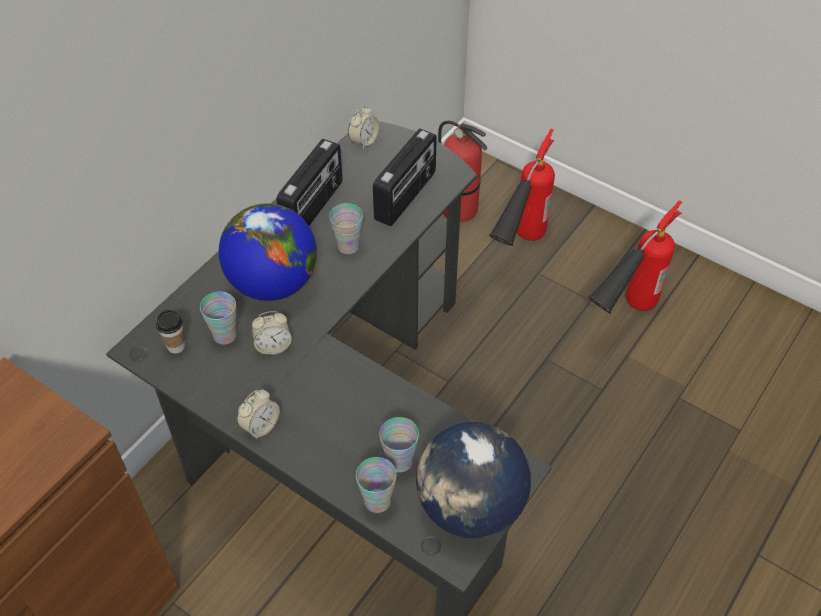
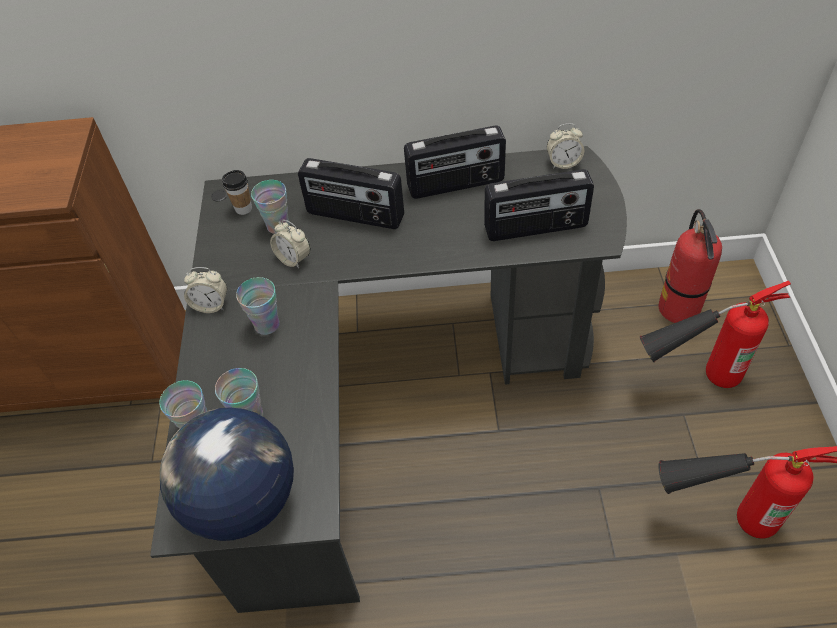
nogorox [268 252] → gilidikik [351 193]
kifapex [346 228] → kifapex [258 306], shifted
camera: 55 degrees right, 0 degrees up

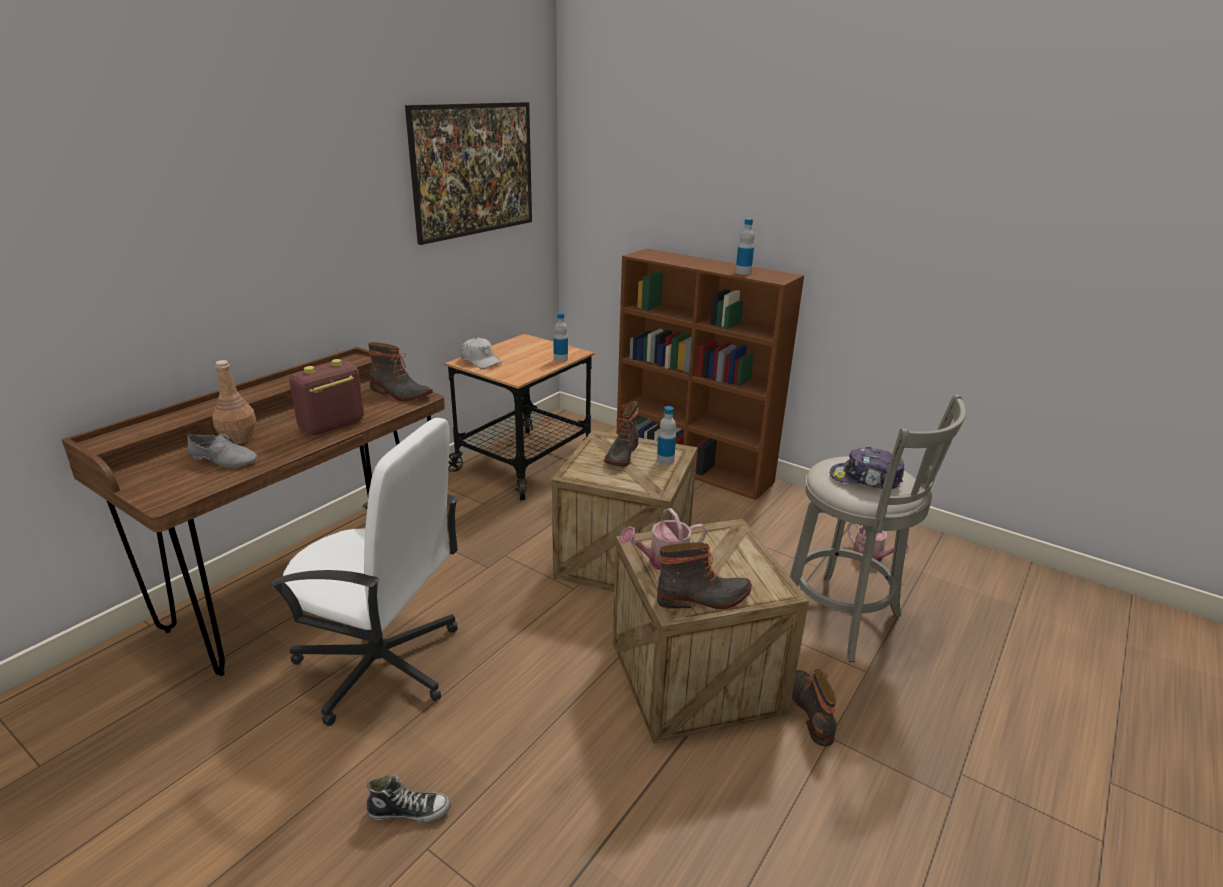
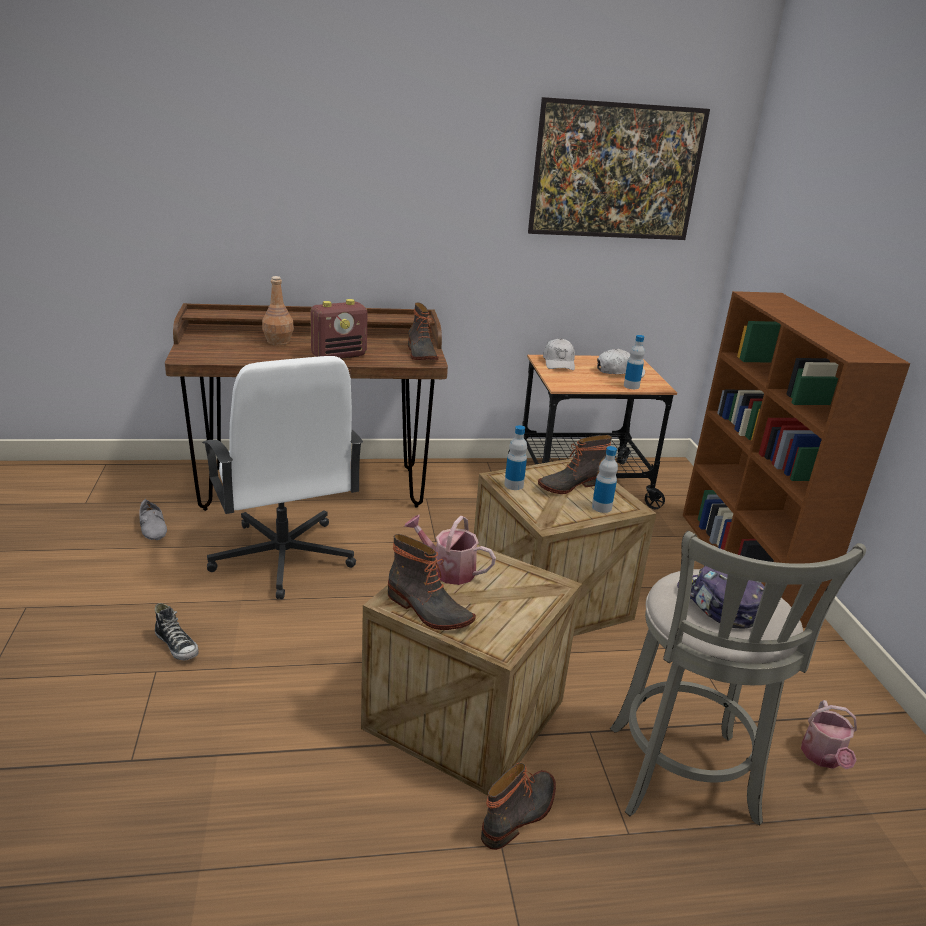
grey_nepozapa [222 450] → grey_nepozapa [153 519], shifted
gilidikik [326 397] → gilidikik [339 329], 150 degrees clockwise
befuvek [745 247] → befuvek [515 457], shifted
- → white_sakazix [621 363]
camera: 45 degrees right, 0 degrees up

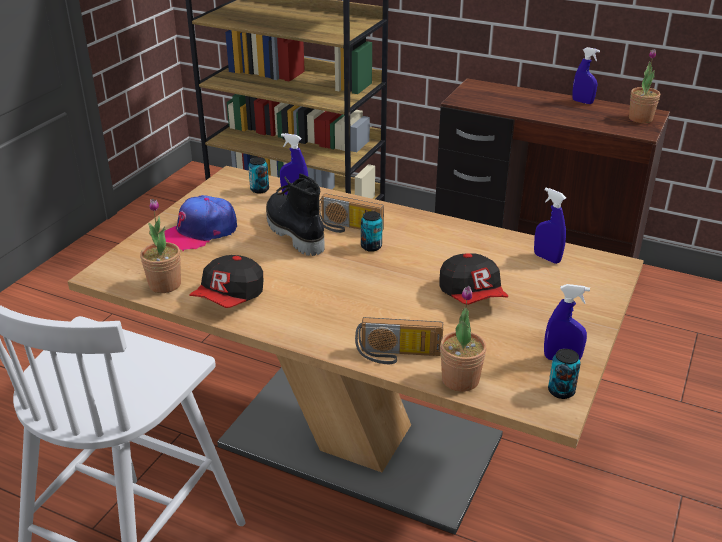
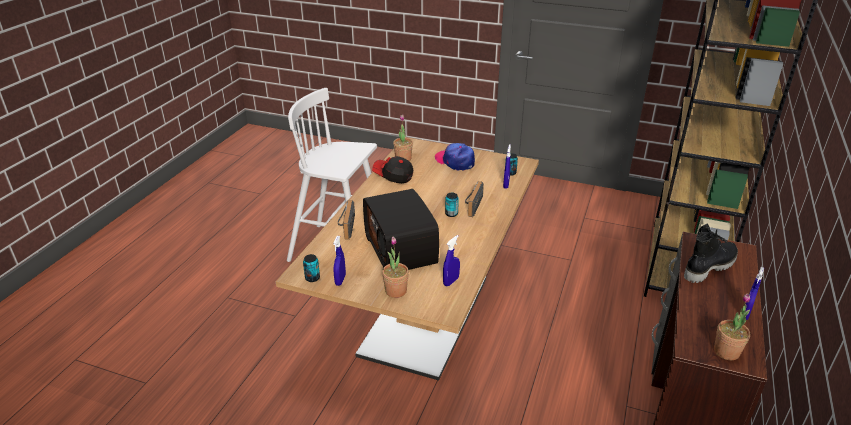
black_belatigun [295 215] → black_belatigun [711 253], shifted
sakazix [474 279] → gilidikik [401 229]
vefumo [463 339] → vefumo [395 267], shifted
camera: 85 degrees right, 0 degrees up

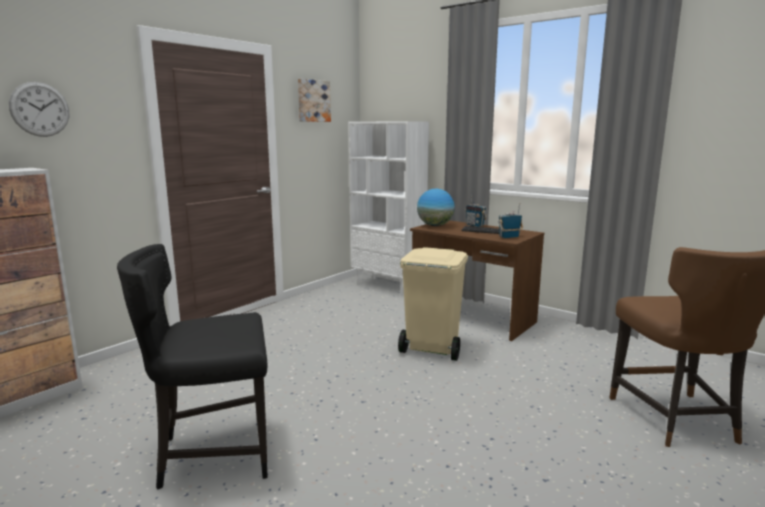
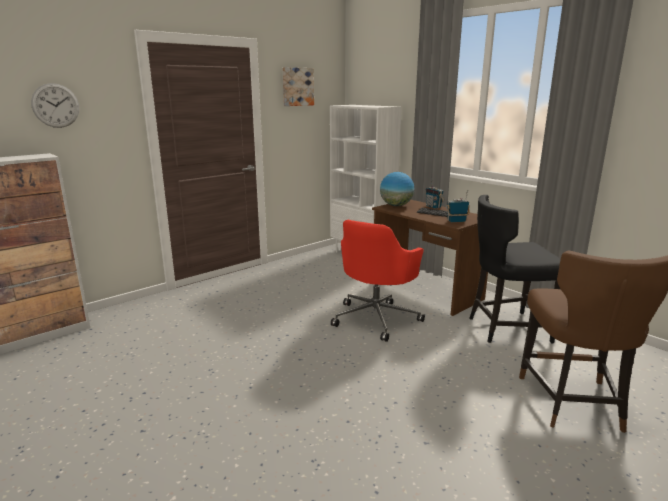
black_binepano [192 367] → black_binepano [515 269], shifted
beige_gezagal [433 304] → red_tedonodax [378 281]
camera: 10 degrees right, 5 degrees up

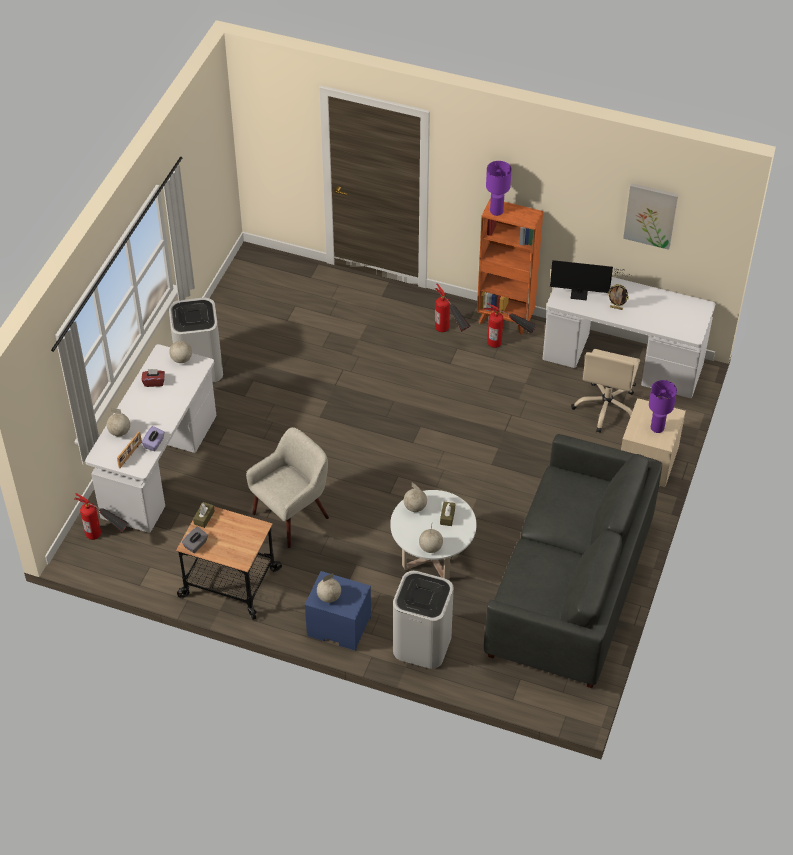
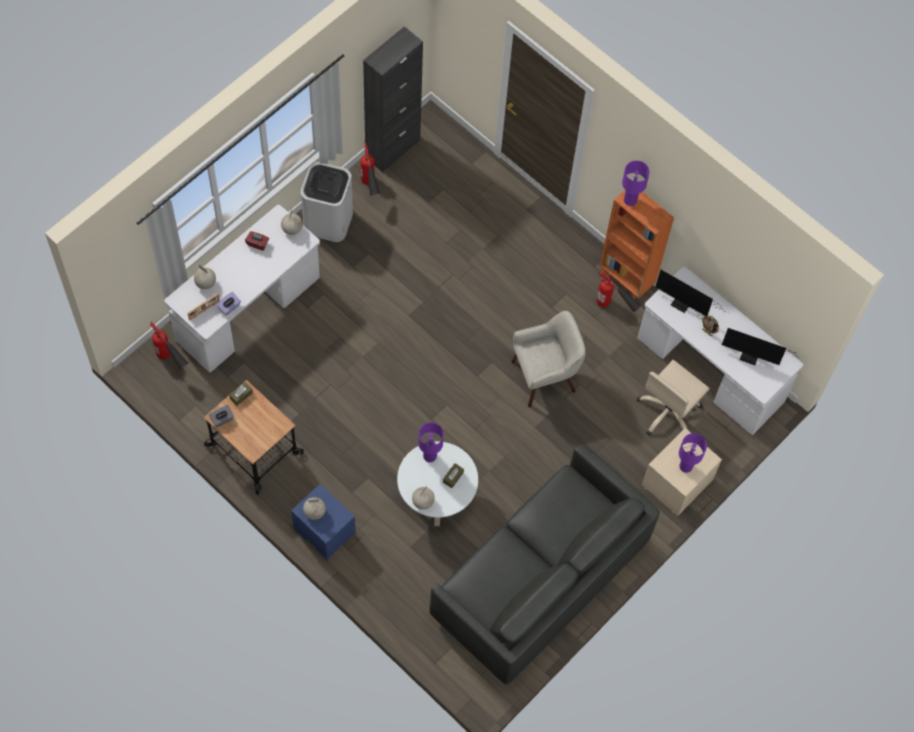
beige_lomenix [287 487] → beige_lomenix [548 359], shifted
white_gezagal [423 620] → -
nogorox [415 497] → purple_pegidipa [431 442]
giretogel [452 307] → giretogel [370 169], shifted
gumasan [650 216] → -
- → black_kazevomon [393 99]
- → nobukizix [763 346]
camera: 20 degrees right, 15 degrees up

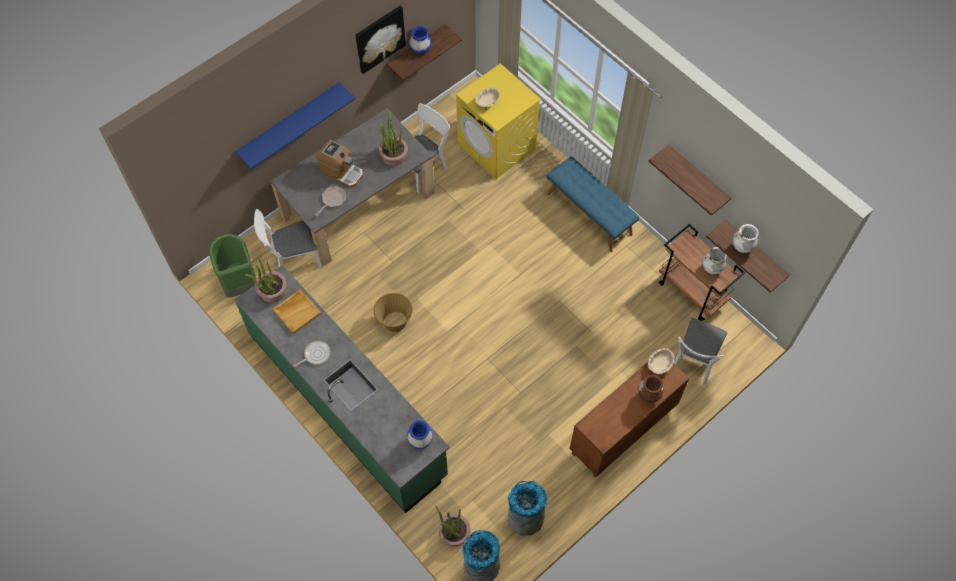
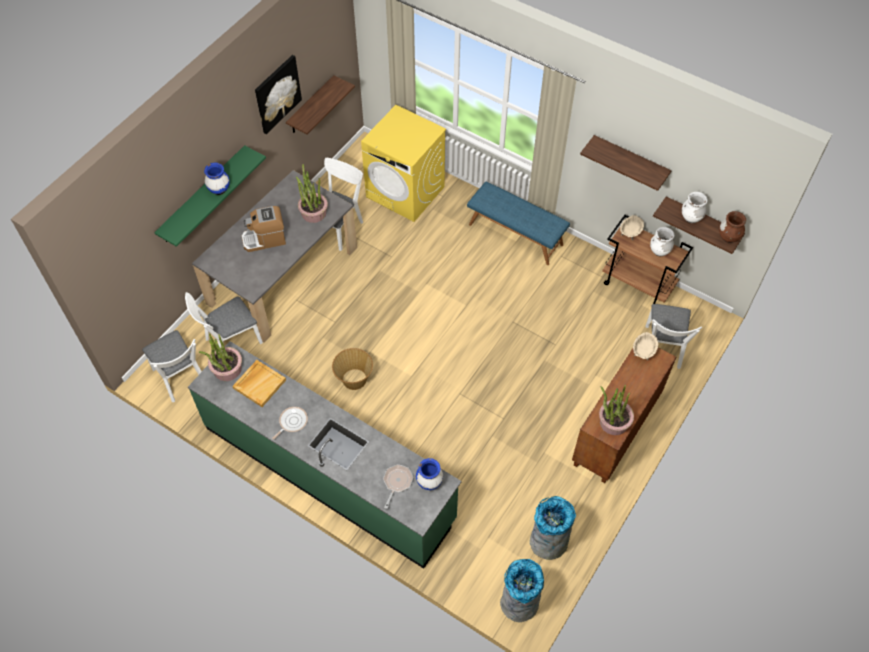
green_gezagal [233 266] → white_binepano [172 366]
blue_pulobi [295 125] → green_pulobi [210 196]
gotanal [330 201] → gotanal [398 486], shifted
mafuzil [339 163] → mafuzil [264 229], 150 degrees clockwise
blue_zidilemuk [420 40] → blue_zidilemuk [217 179], shifted
vefumo [453 526] → vefumo [616 410], shifted
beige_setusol [487 98] → beige_setusol [632 227], shifted
brown_zidilemuk [651 389] → brown_zidilemuk [732 227], shifted
camera: 15 degrees left, 5 degrees down

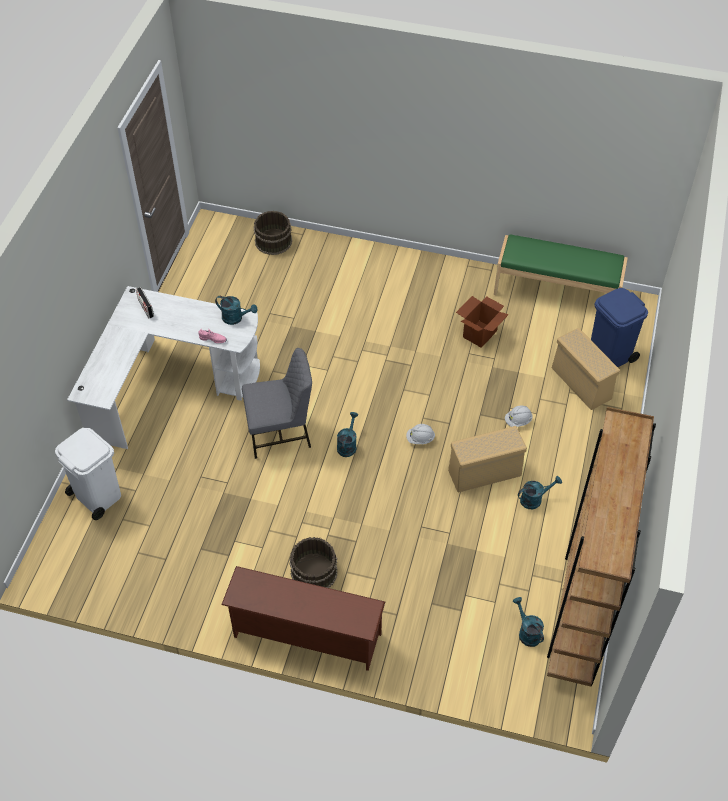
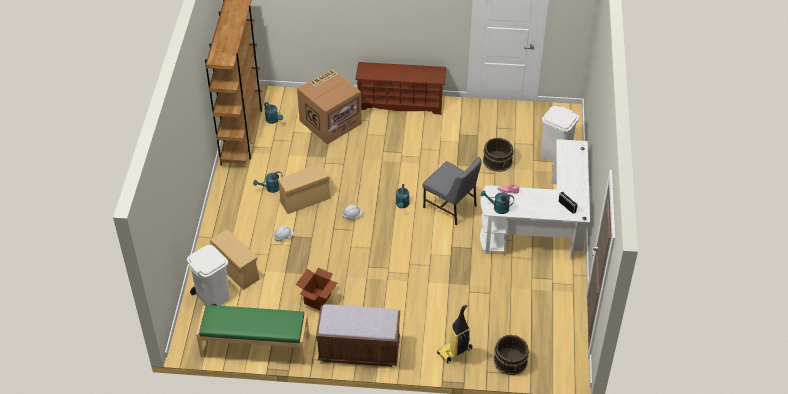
grey_binepano [277 403] → grey_binepano [452 191], 120 degrees counterclockwise
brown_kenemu [314 562] → brown_kenemu [498 155], shifted
blue_gezagal [619 327] → white_gezagal [208 275]
- → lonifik [329 106]
- → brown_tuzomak [358 335]
- → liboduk [454 334]
camera: 170 degrees right, 5 degrees down

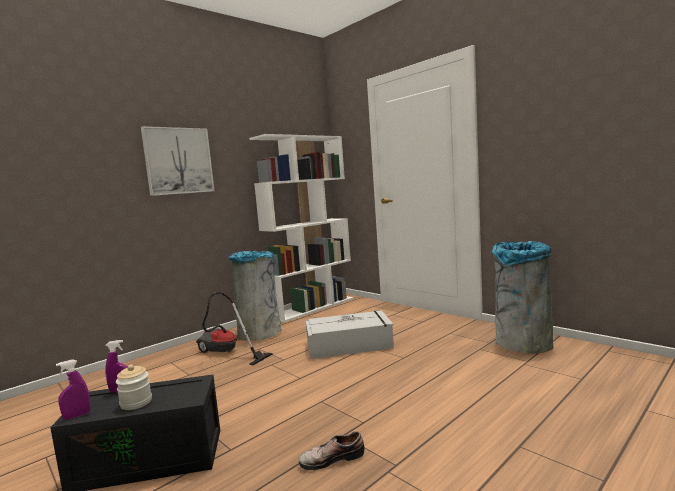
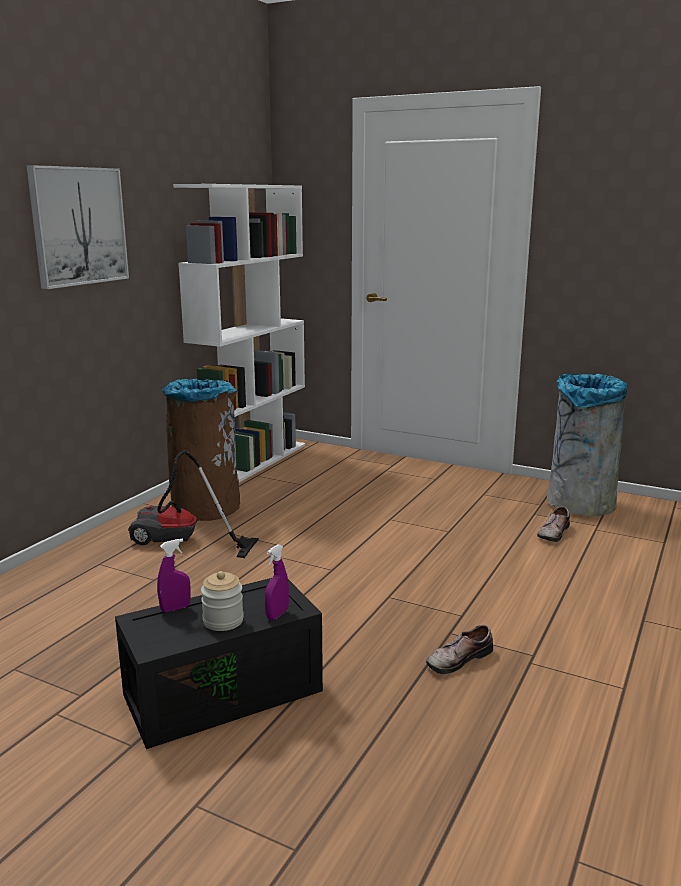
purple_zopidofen [73 389] → purple_zopidofen [277 582], shifted
grey_gezagal [255 296] → brown_gezagal [201 450]
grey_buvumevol [350 334] → -
- → nepozapa [553 524]
camera: 20 degrees left, 10 degrees up

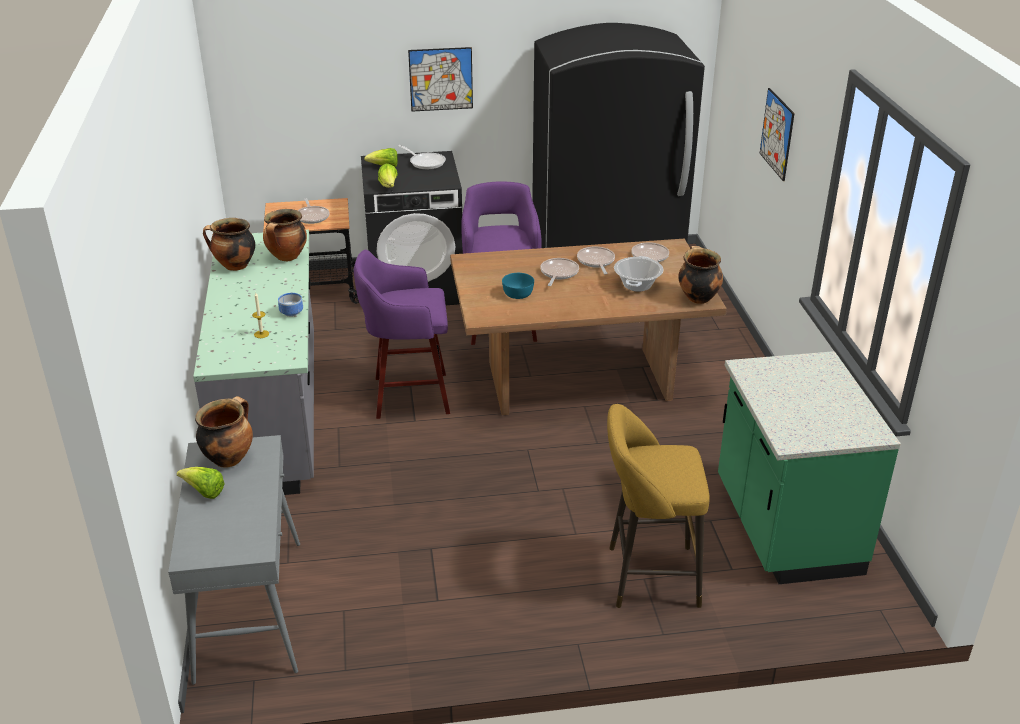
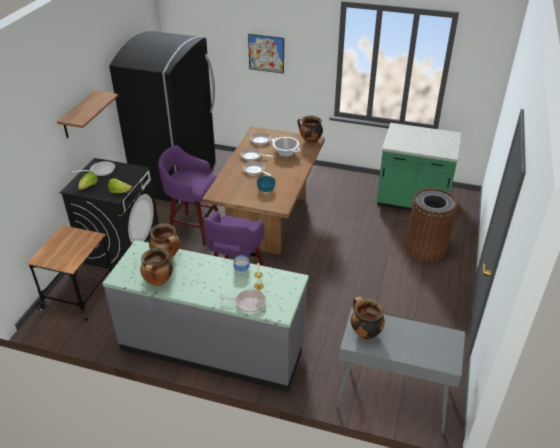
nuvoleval [201 483] → -
gotanal [313 211] → gotanal [242 300], shifted
gumasan [440 79] → pulobi [87 114]
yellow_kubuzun [658 506] → brown_gezagal [431 225]
camera: 65 degrees left, 5 degrees up

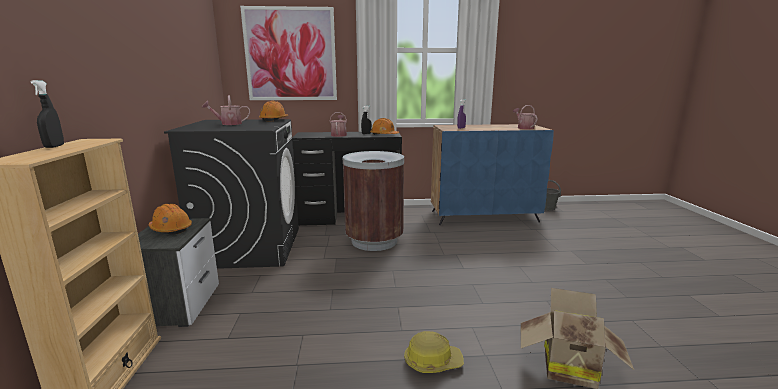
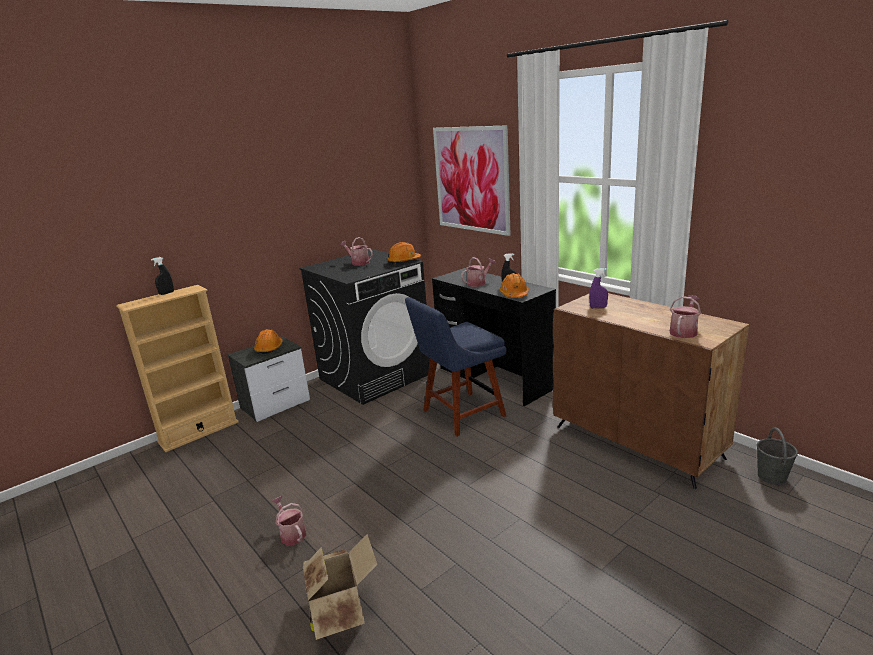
brown_gezagal [373 201] → blue_binepano [456 366]
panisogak [434 352] → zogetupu [288 520]
blue_kazevomon [492 174] → brown_kazevomon [651 391]
camera: 55 degrees right, 5 degrees up

